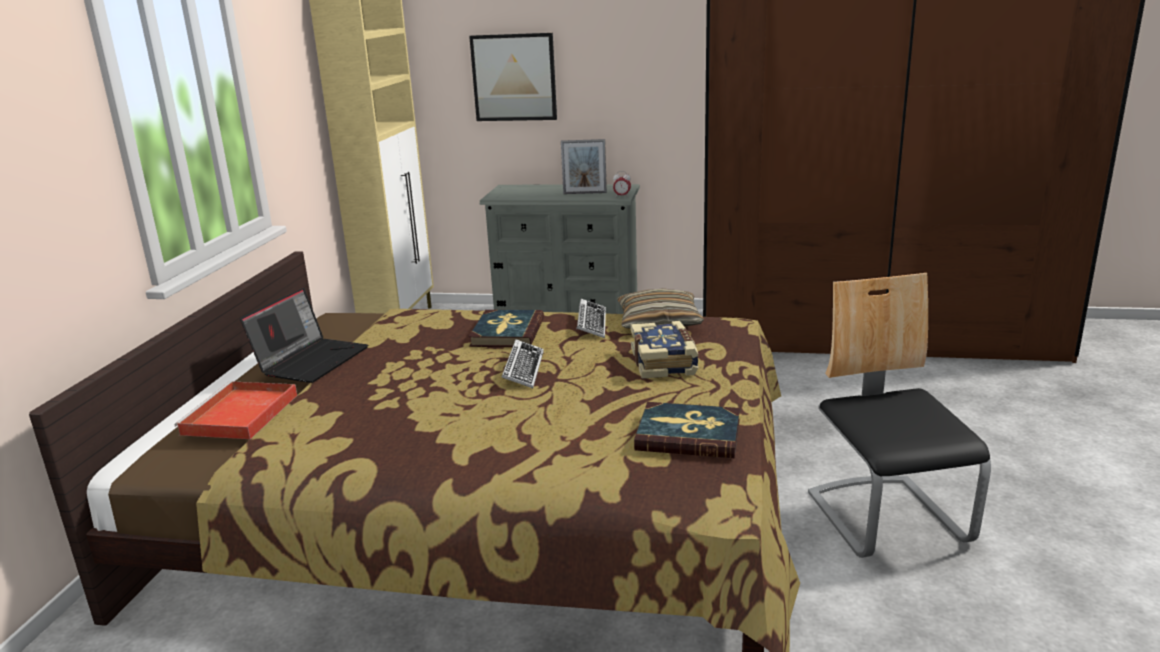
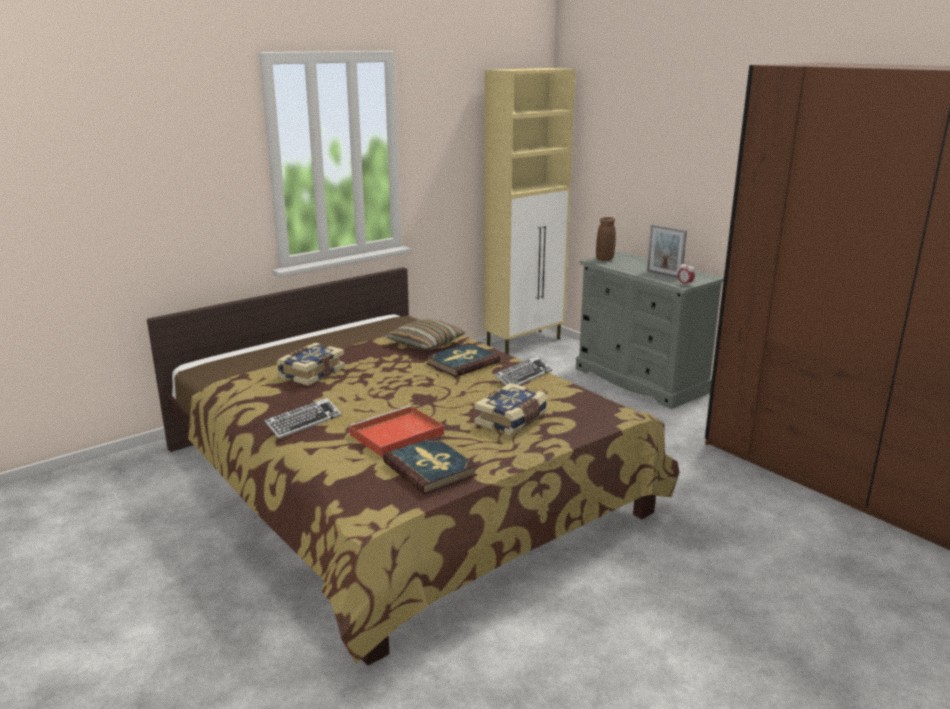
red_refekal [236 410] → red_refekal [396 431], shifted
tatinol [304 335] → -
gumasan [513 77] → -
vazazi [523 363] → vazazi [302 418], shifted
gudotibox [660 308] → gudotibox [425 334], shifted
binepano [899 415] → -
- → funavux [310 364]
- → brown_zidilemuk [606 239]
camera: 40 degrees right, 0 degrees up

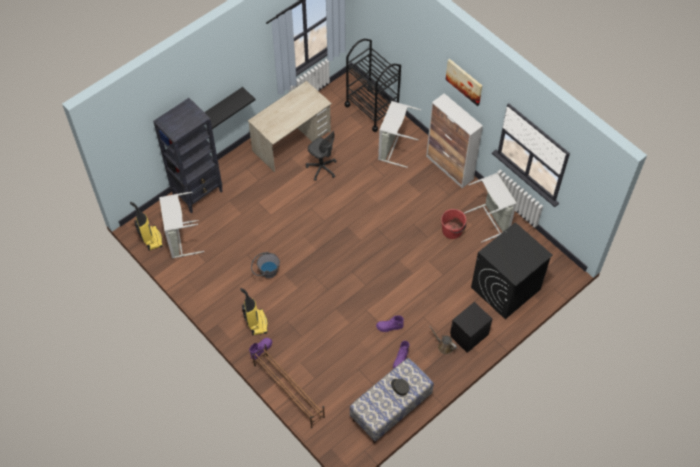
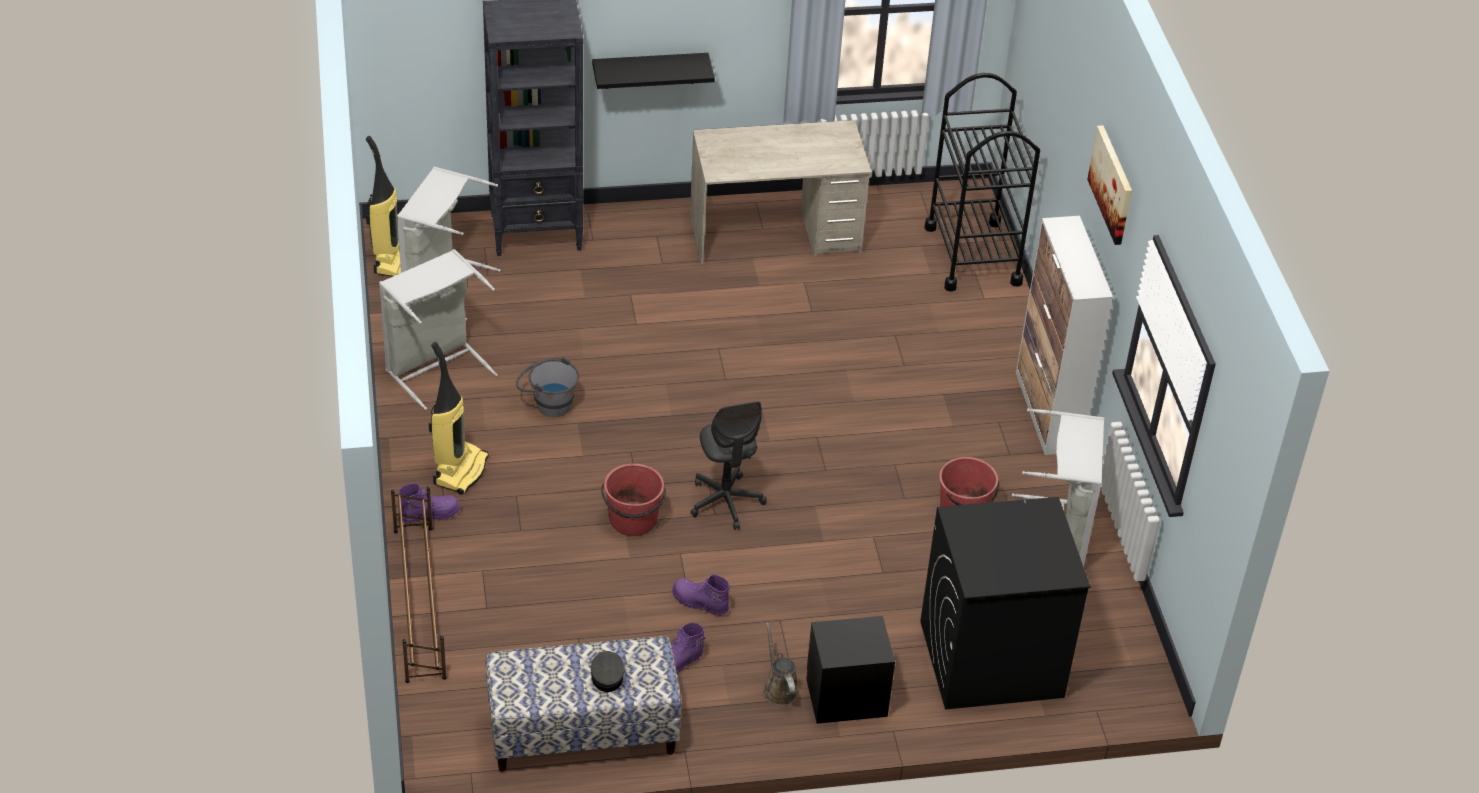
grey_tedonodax [321 155] → grey_tedonodax [728 465], shifted
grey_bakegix [399 134] → grey_bakegix [438 329], shifted
- → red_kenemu [633 500]
camera: 30 degrees right, 15 degrees down

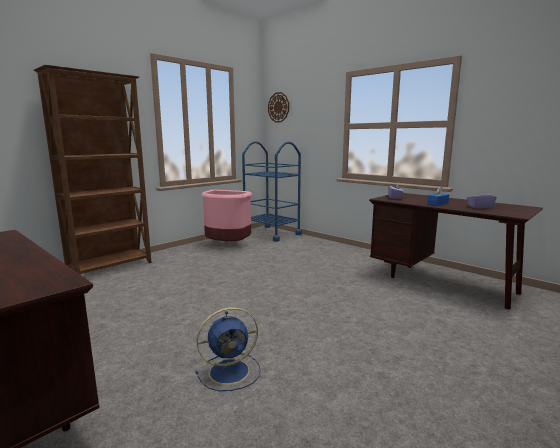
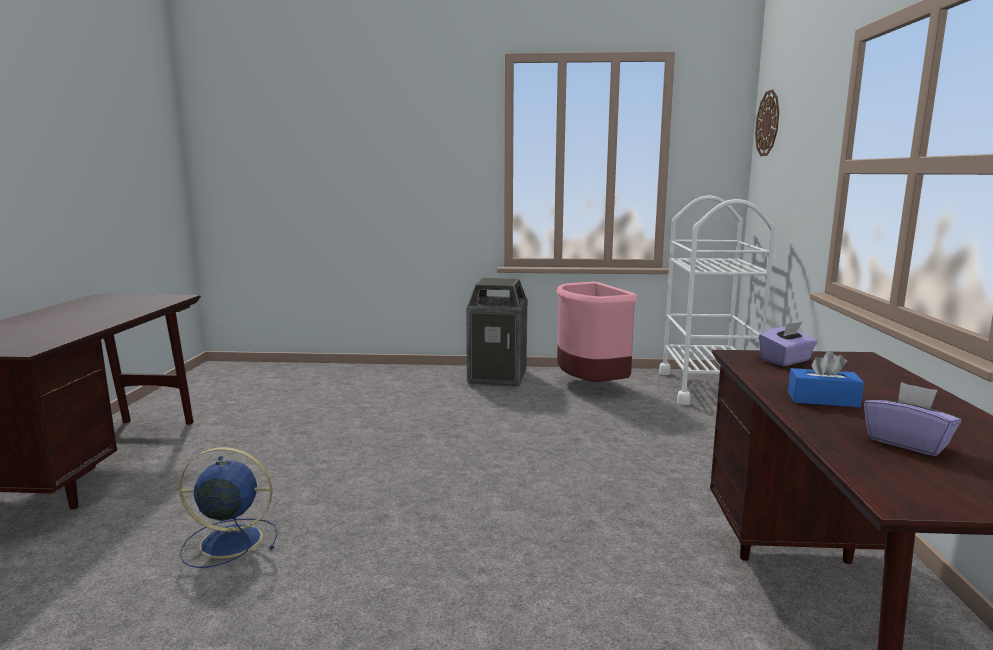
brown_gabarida [93 170] → -
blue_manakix [228 349] → blue_manakix [228 507], 150 degrees clockwise
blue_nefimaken [272 191] → white_nefimaken [717 300]
- → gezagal [496 332]
camera: 50 degrees right, 0 degrees up

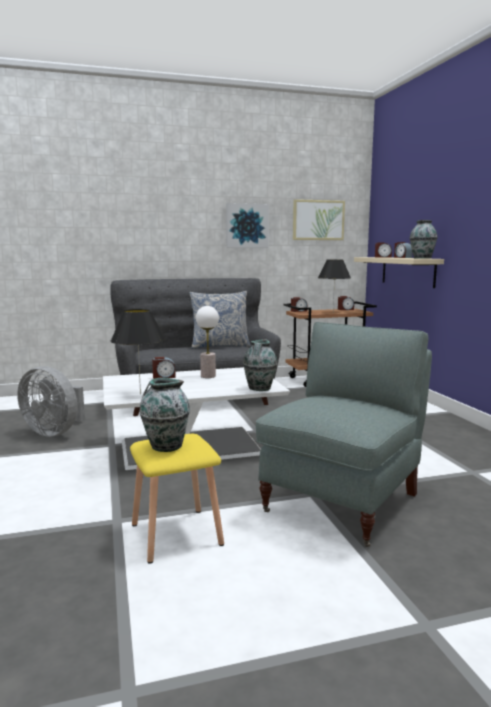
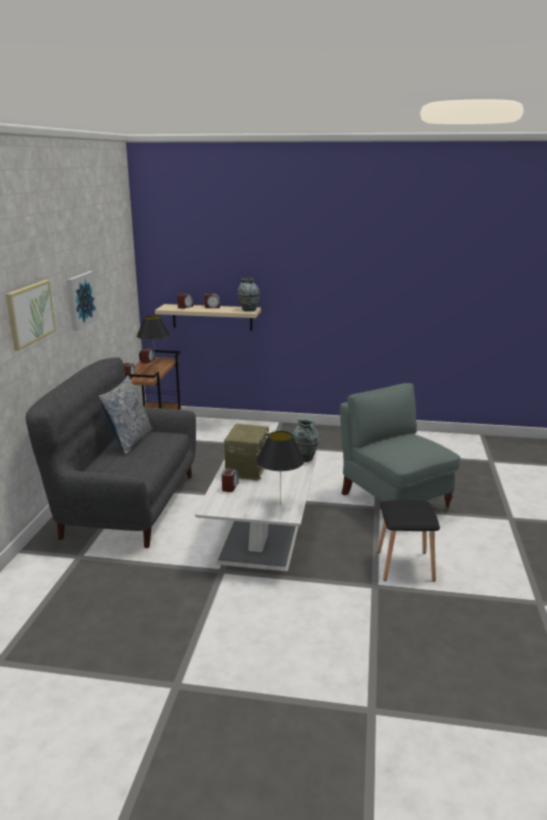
grey_manakix [51 401] → -
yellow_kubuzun [177 499] → black_kubuzun [408 541]
zidilemuk [165 415] → -
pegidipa [207 342] → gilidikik [246 452]
gumasan [319 219] → gumasan [31 315], shifted
camera: 65 degrees left, 10 degrees up

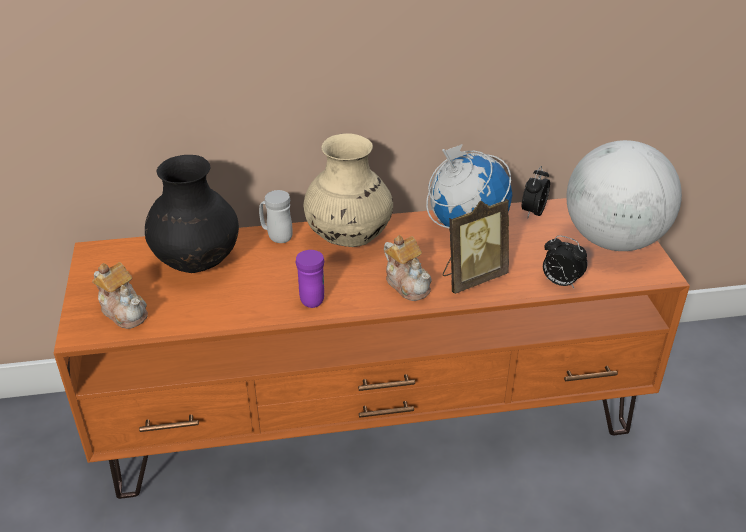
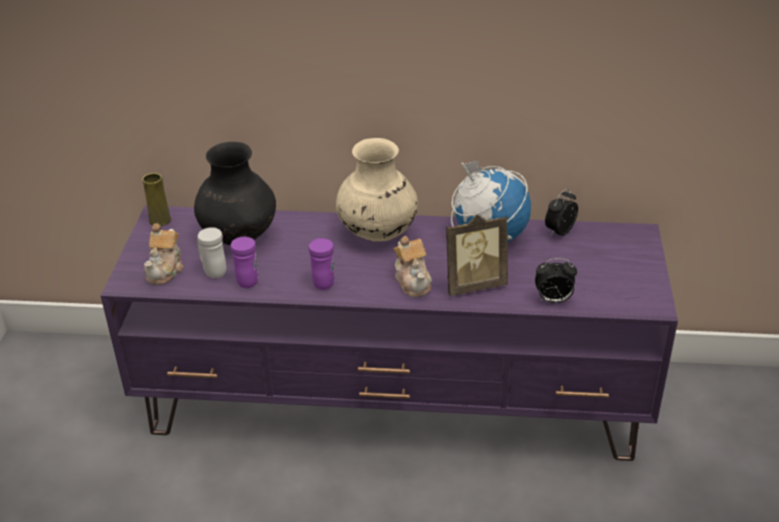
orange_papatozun [372 348] → purple_papatozun [389 333]
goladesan [120 295] → goladesan [164 254], 45 degrees clockwise
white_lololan [276 216] → white_lololan [211 252], shifted
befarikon [565 261] → befarikon [556 280], 45 degrees counterclockwise
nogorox [624 195] → -
- → yellow_zidilemuk [156 199]
- → purple_lololan [244 262]
camera: 15 degrees right, 0 degrees up

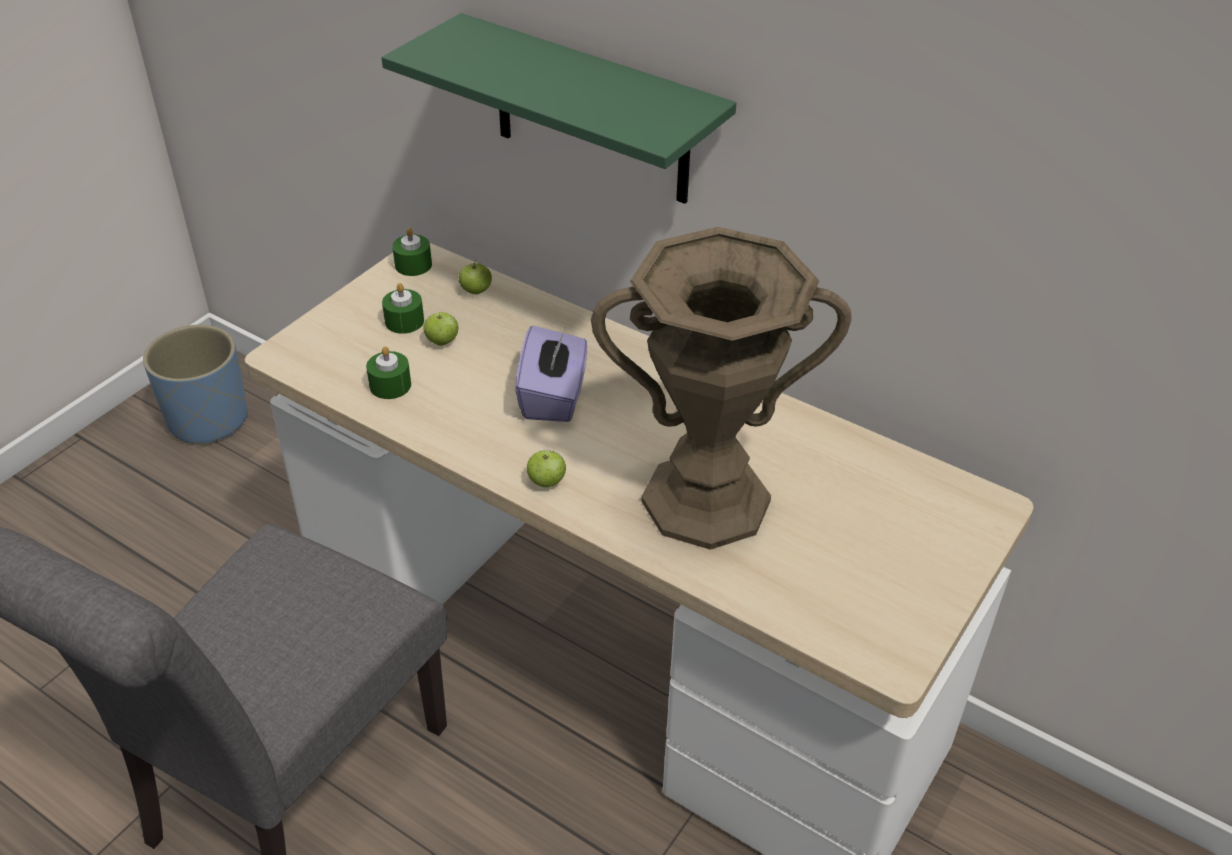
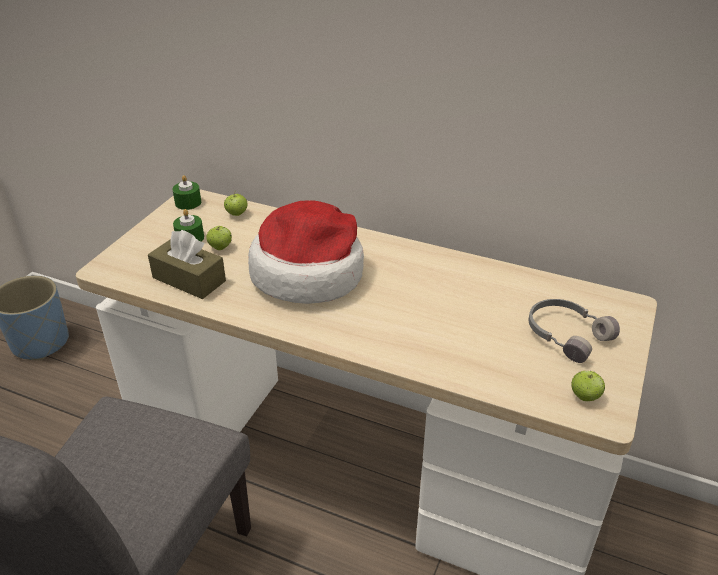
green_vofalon [388 372] → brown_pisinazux [187 264]
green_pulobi [559 108] → -
purple_pisinazux [551 374] → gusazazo [306 252]
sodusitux [546 468] → sodusitux [588 386], shifted
brown_zidilemuk [721 388] → -
- → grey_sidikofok [574 331]
camera: 10 degrees left, 5 degrees down

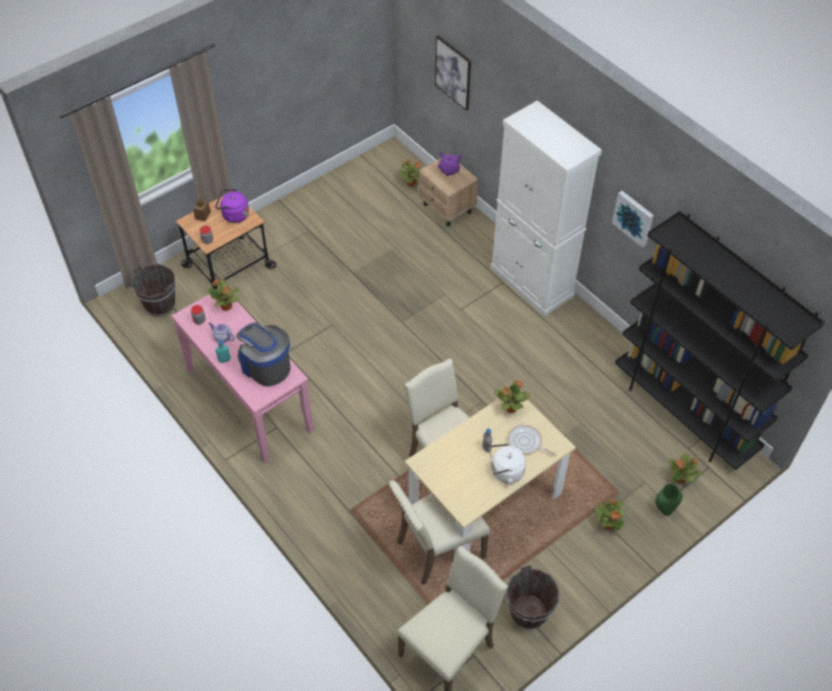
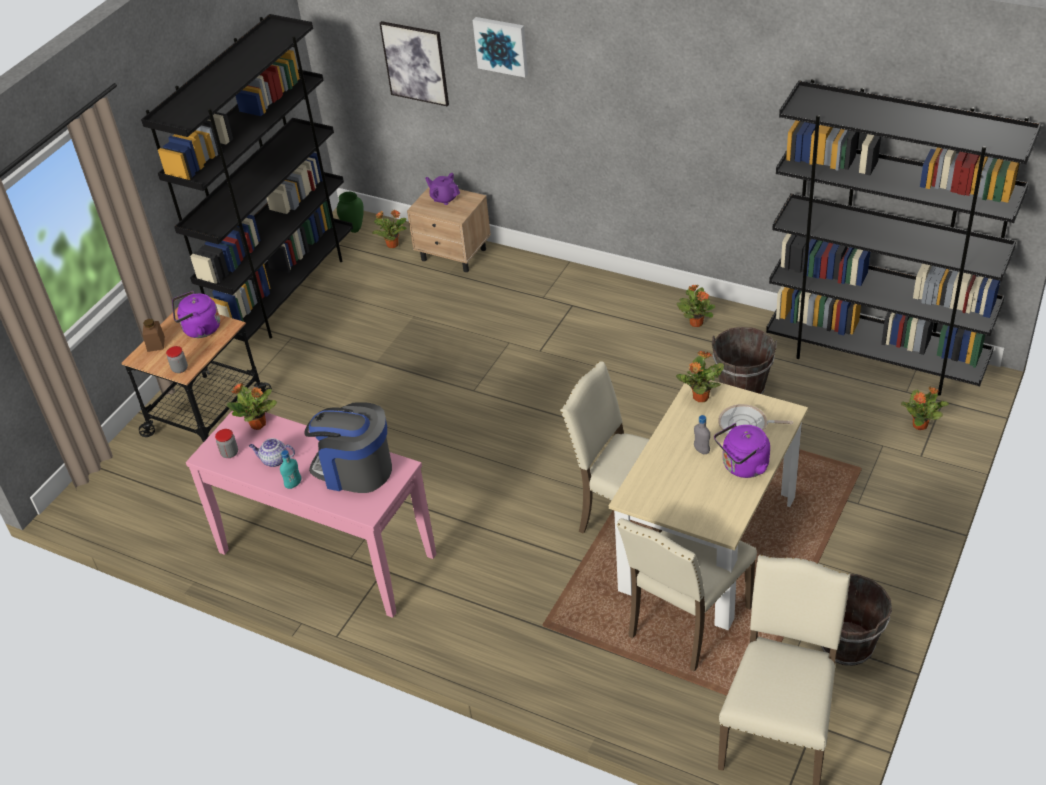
brown_kenemu [153 290] → brown_kenemu [744 360], shifted
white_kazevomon [546 208] → -
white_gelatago [508 464] → purple_gelatago [742 450]
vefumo [610 515] → vefumo [696 305], shifted
gumasan [633 219] → gumasan [500 47], shifted
green_zidilemuk [669 500] → green_zidilemuk [350 212], shifted
- → black_gabarida [247 177]
camera: 20 degrees left, 10 degrees down

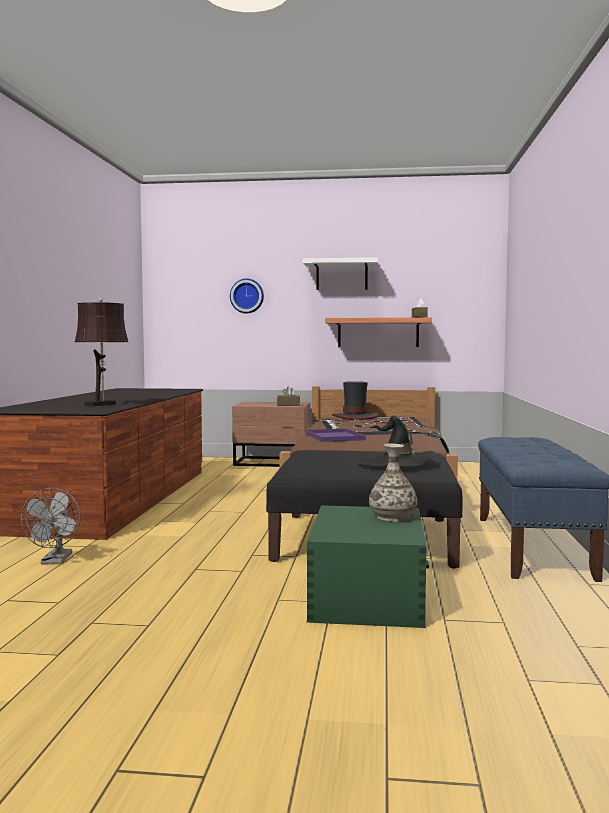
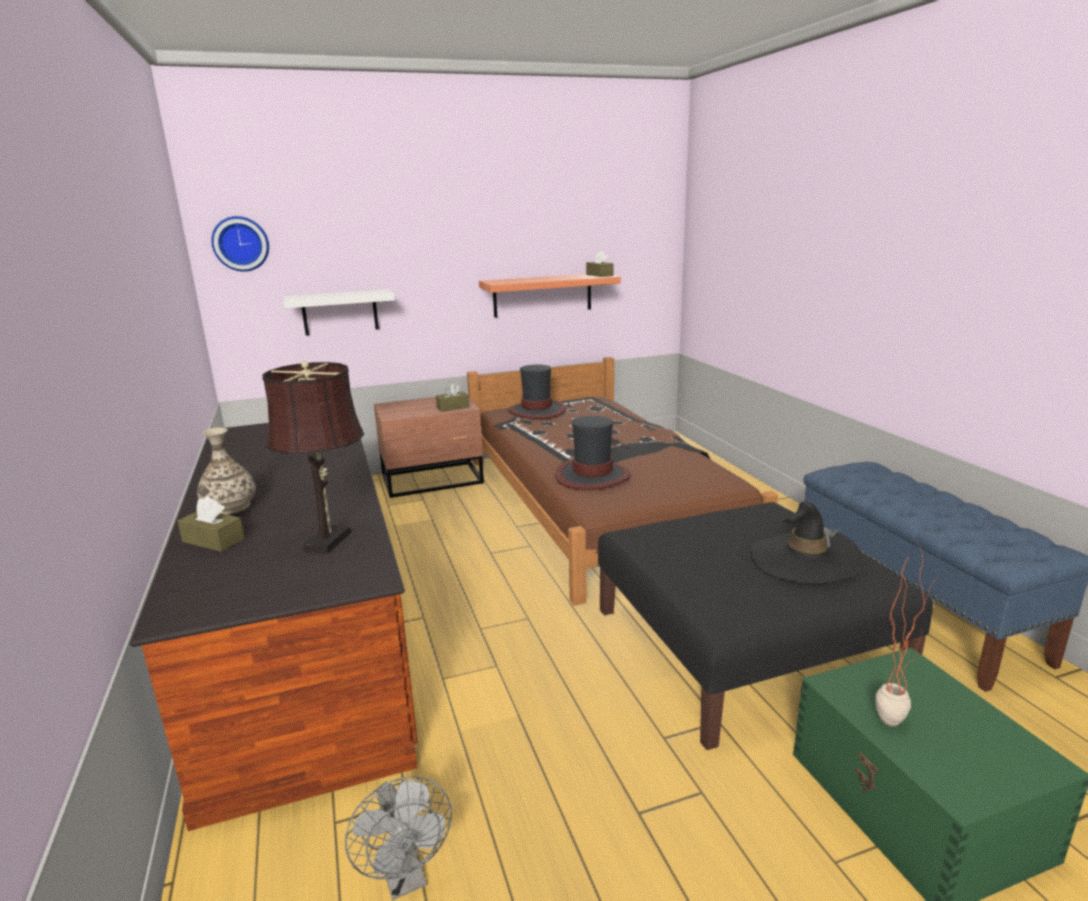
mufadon [247 296] → mufadon [240 244], shifted
white_pulobi [340 273] → white_pulobi [339 312], shifted
purple_refekal [336 435] → gusazazo [593 453]
zidilemuk [393 483] → zidilemuk [226 471], shifted
- → brown_pisinazux [211 524]
- → vefumo [906 635]
camera: 25 degrees left, 15 degrees up

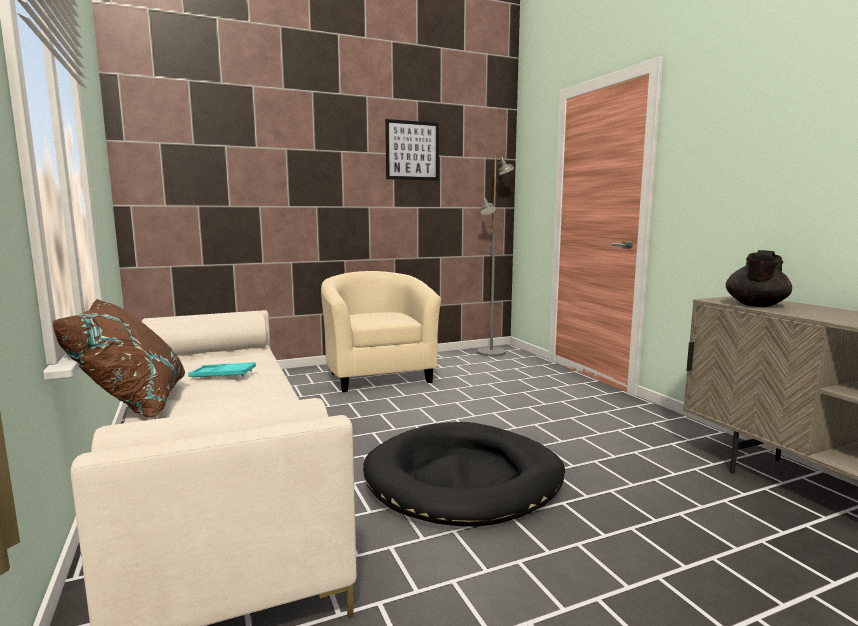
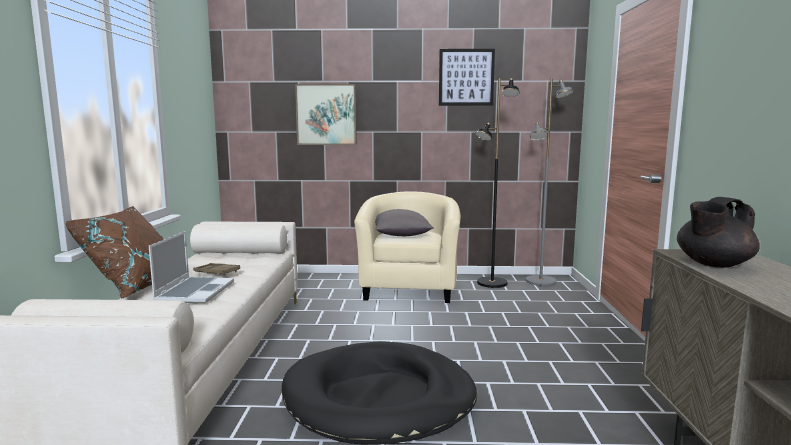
turquoise_refekal [222 369] → brown_refekal [216 269]
- → tatinol [191 267]
- → gumasan [326 114]
- → grey_gudotibox [404 222]
- → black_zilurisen [497 183]
camera: 25 degrees right, 0 degrees up

